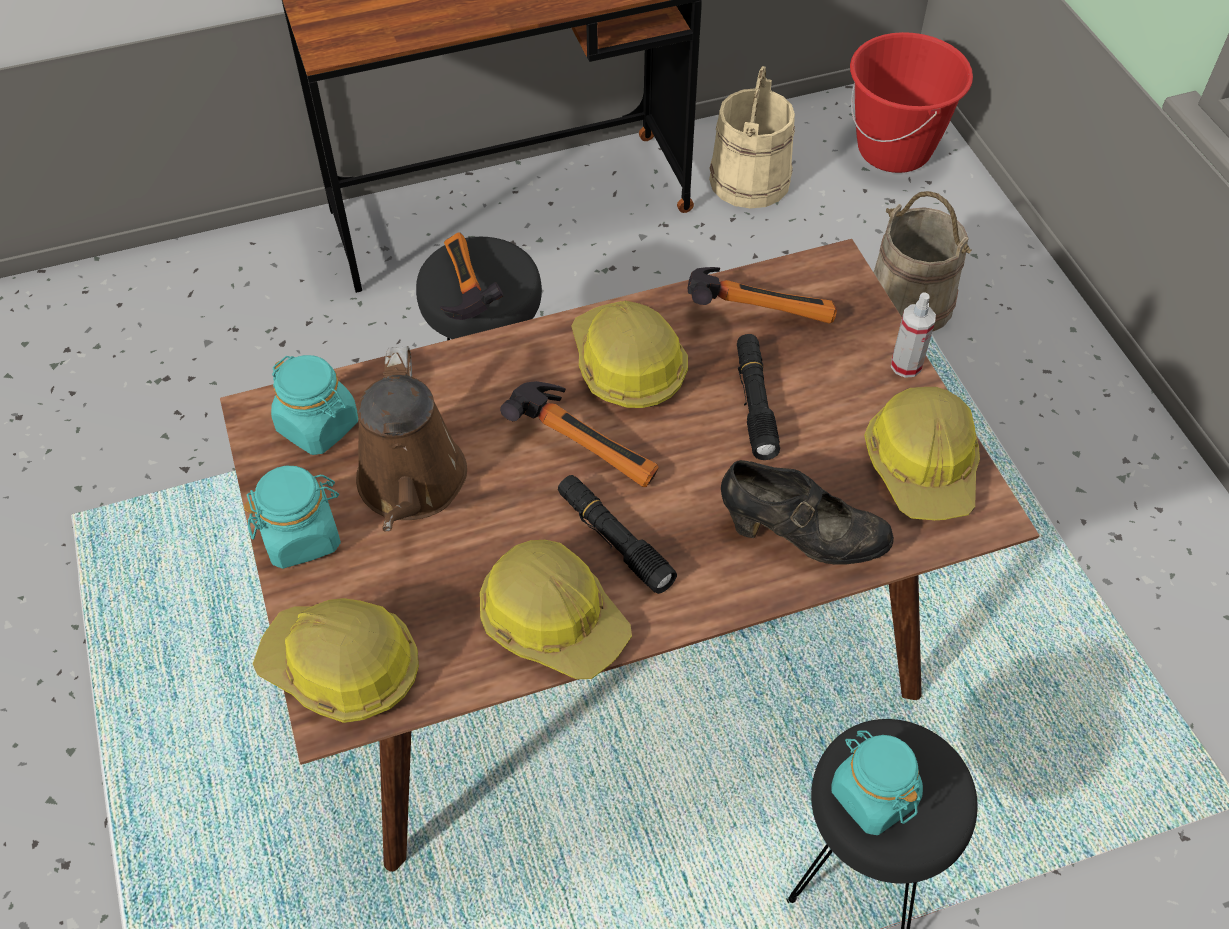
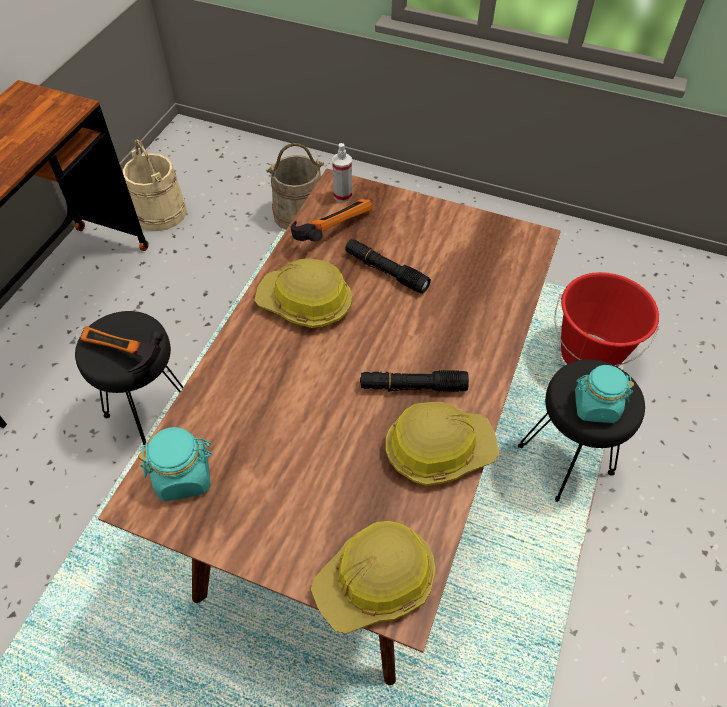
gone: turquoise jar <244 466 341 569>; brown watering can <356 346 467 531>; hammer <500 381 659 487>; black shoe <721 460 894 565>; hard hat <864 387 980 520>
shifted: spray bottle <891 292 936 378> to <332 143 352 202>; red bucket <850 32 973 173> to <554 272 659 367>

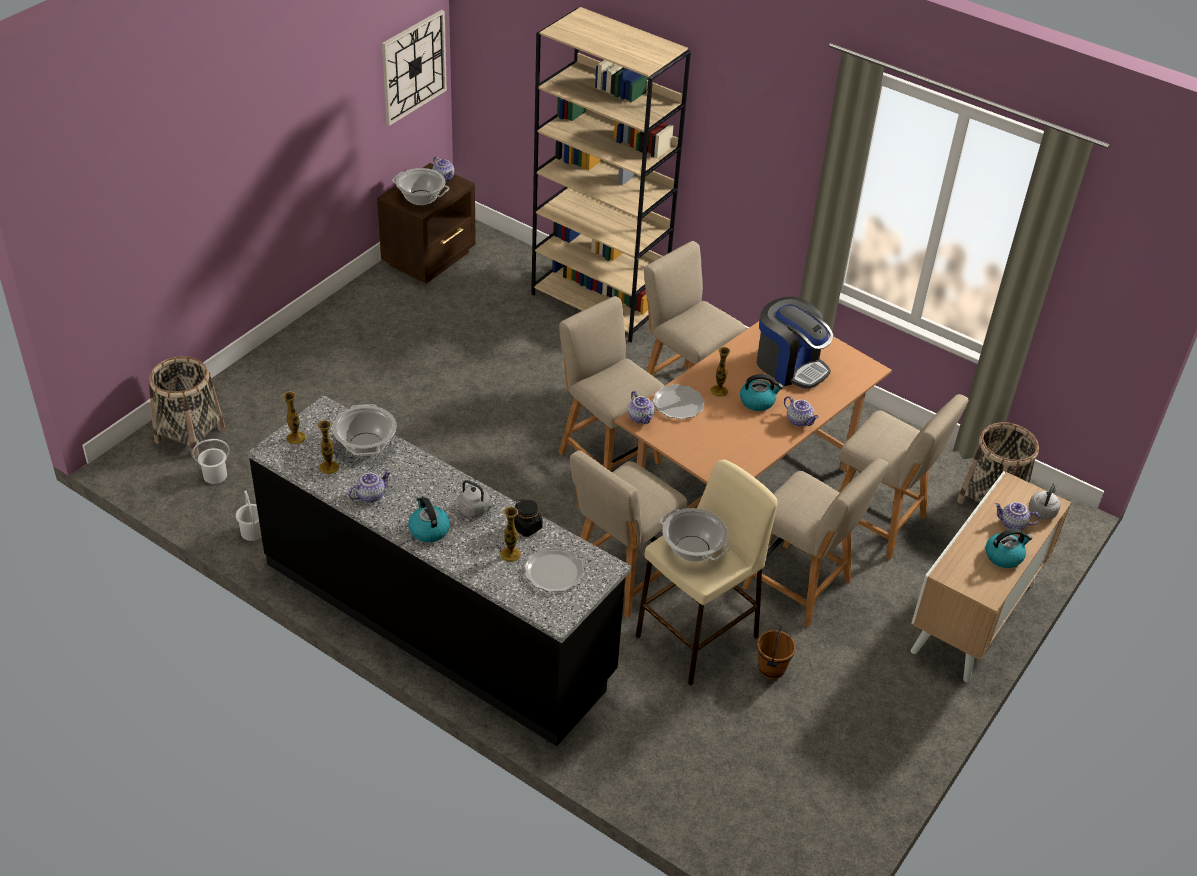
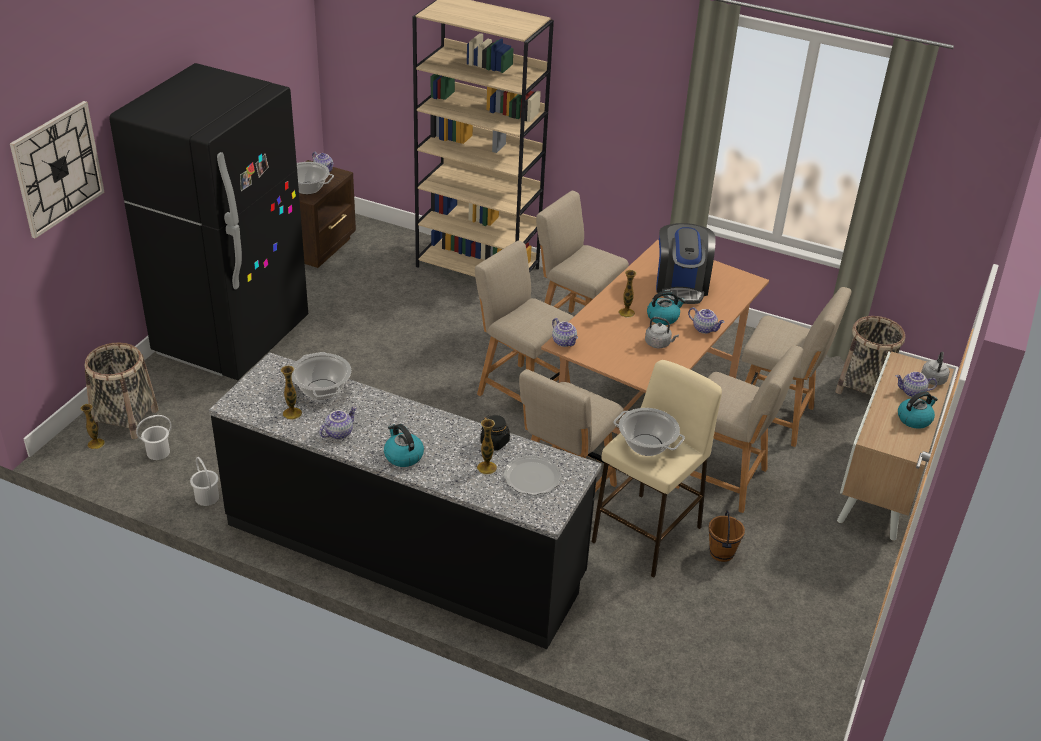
gone: plate <653 384 705 419>
new: black fridge <109 63 308 380>
shifted: wall clock <382 10 447 126> to <10 101 104 239>; vase <282 391 306 444> to <80 404 105 449>; grey kettle <458 480 494 517> to <645 317 679 348>
rotated: coffee machine <756 296 833 389> = <656 223 716 304> 60 degrees clockwise

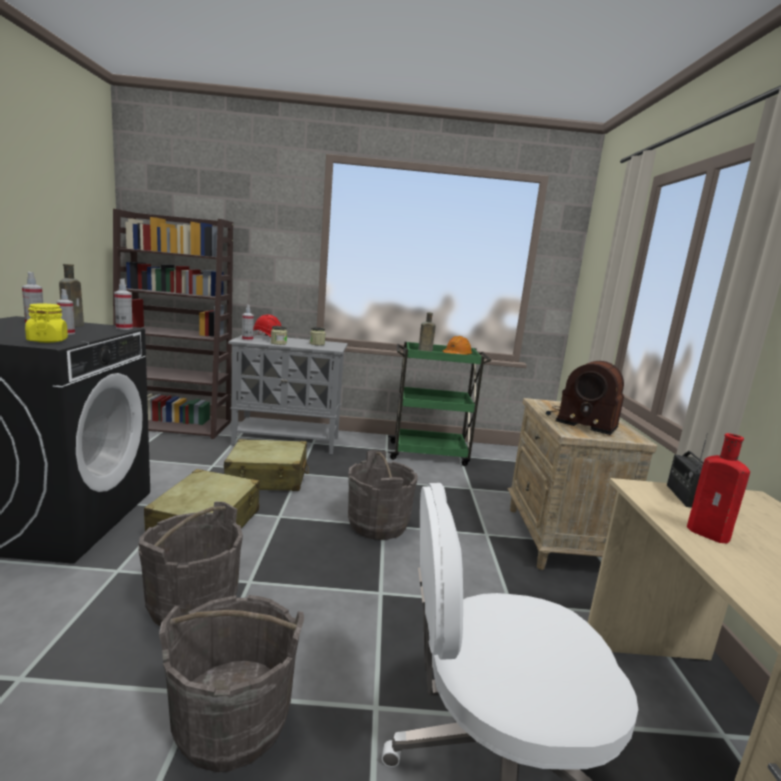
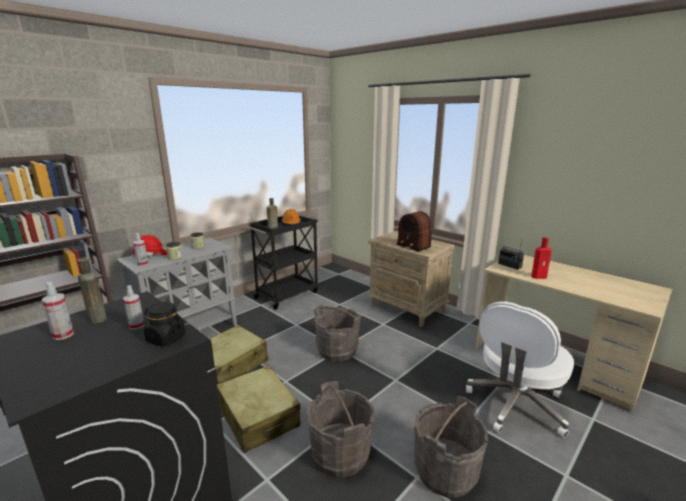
gone: spray bottle <114 279 133 330>
repainted: yellow jar <25 304 68 343> to black jar <144 302 186 346>; green cart <388 342 491 466> to black cart <247 215 319 310>
rotated: radio <546 361 624 435> = <396 211 432 252> 60 degrees clockwise

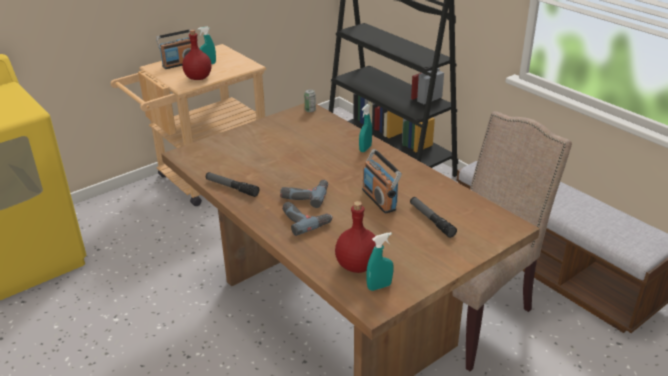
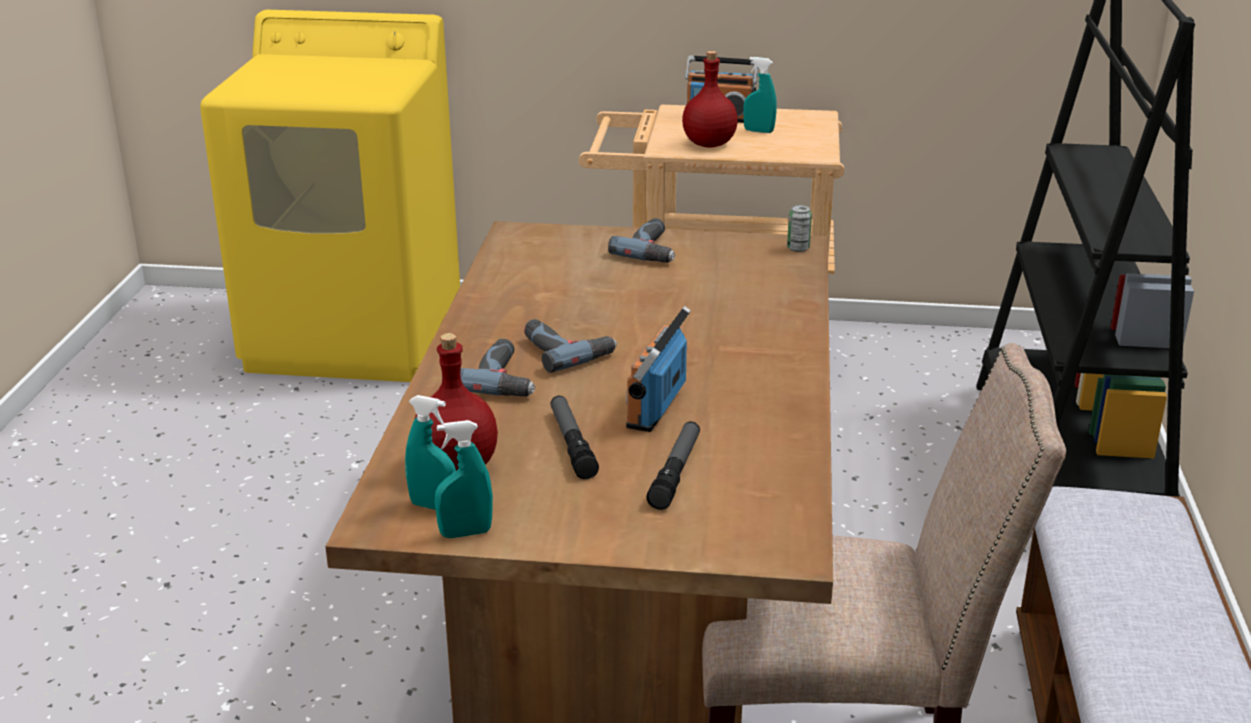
new: power drill <608 218 676 263>
shifted: turquoise spray bottle <359 104 372 152> to <435 420 493 538>; flashlight <206 172 259 197> to <550 396 599 479>

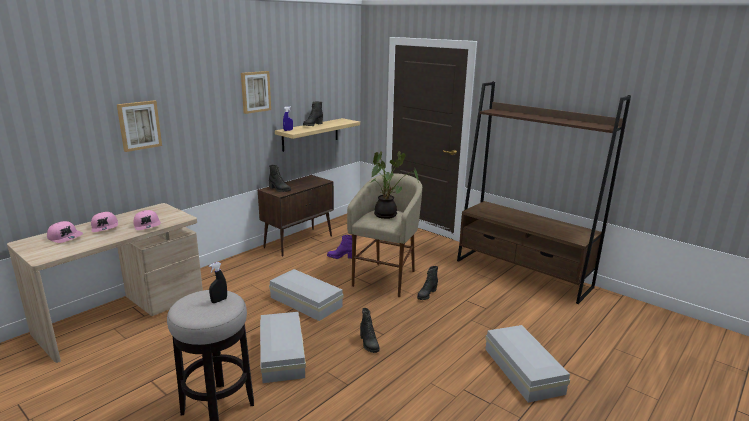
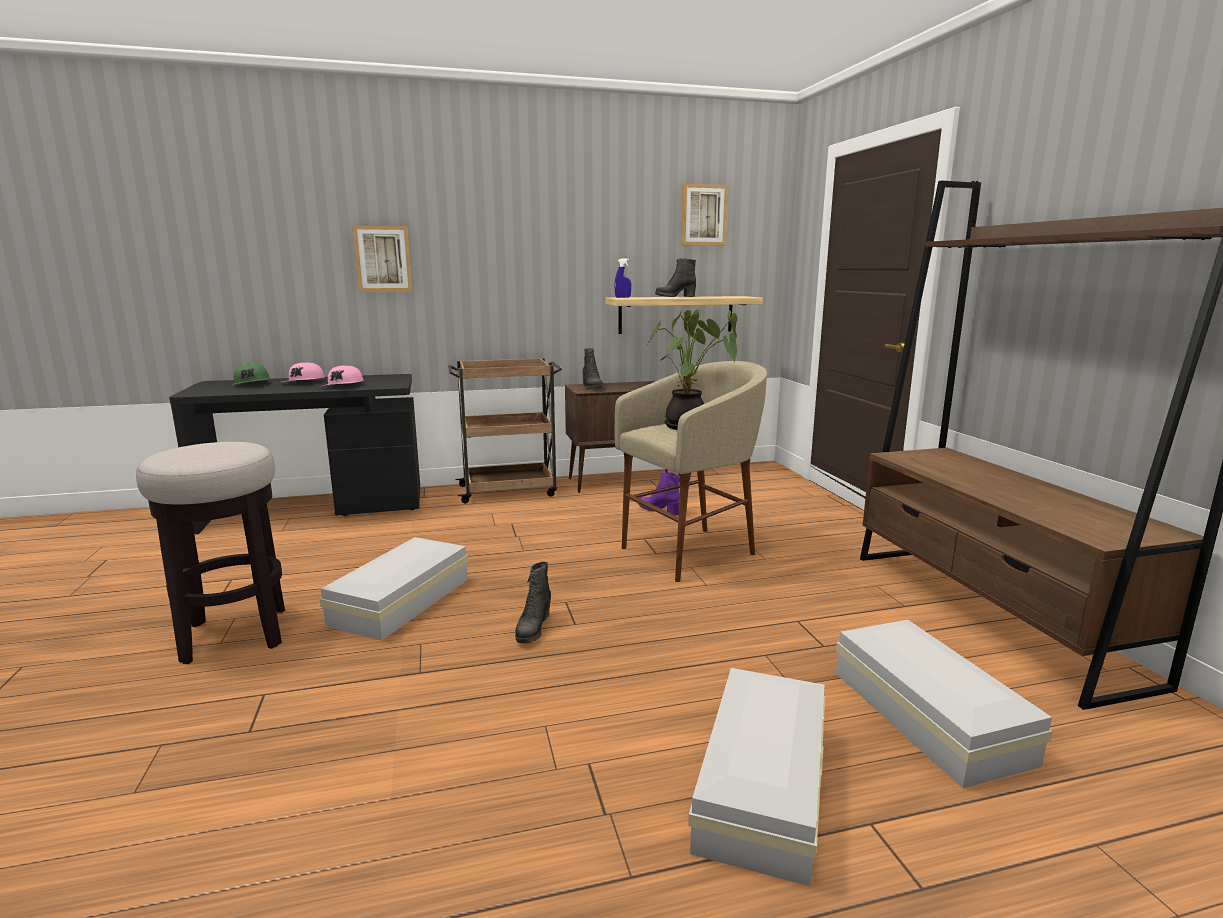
gone: black spray bottle <209 262 227 303>; black boot <417 266 438 300>
new: brown cart <448 358 562 504>
shifted: picture <241 71 271 114> to <681 184 728 246>; white storage box <269 269 344 321> to <836 620 1053 788>
repainted: beige desk <7 203 203 363> to black desk <169 374 420 534>; pink cap <47 221 83 243> to green cap <233 363 270 385>

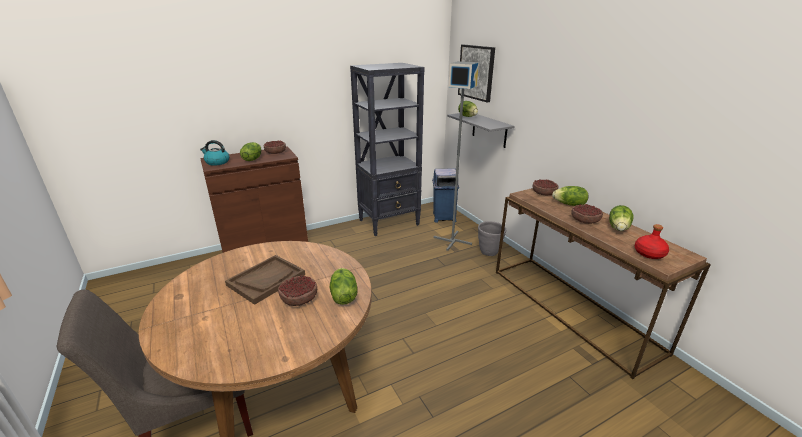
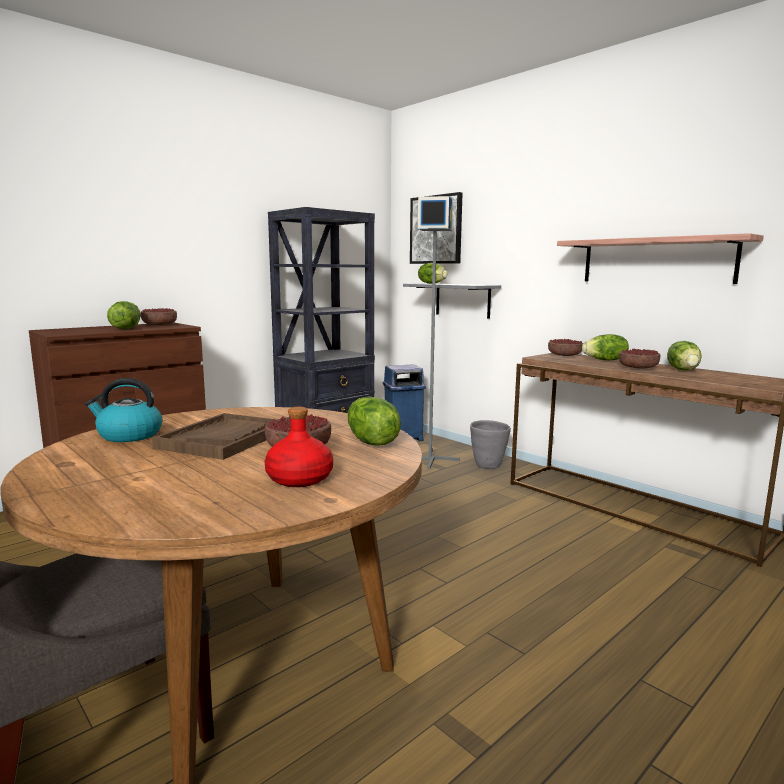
new: shelf <557 233 764 284>
shifted: kettle <200 140 230 166> to <85 378 163 442>; red bottle <635 224 669 259> to <264 407 333 487>

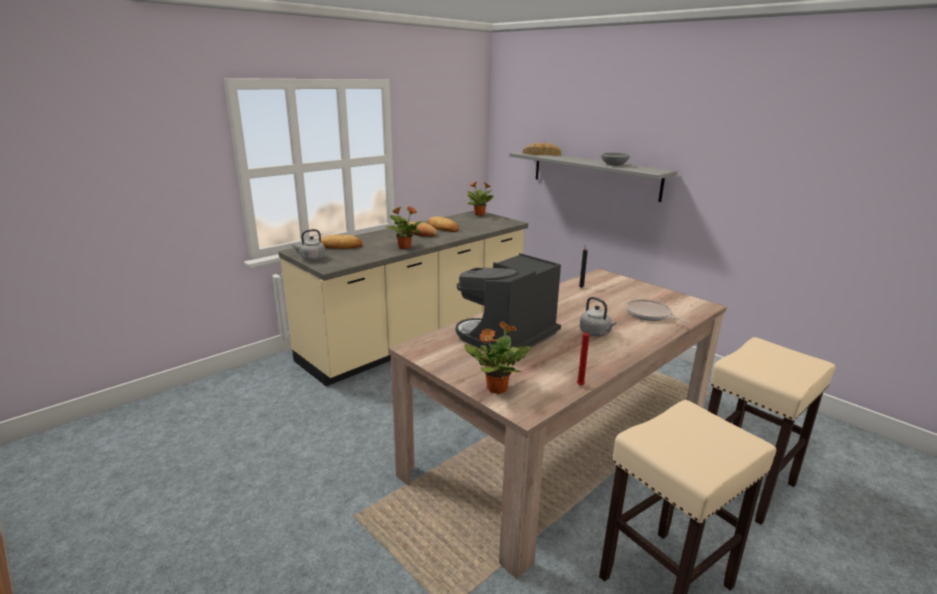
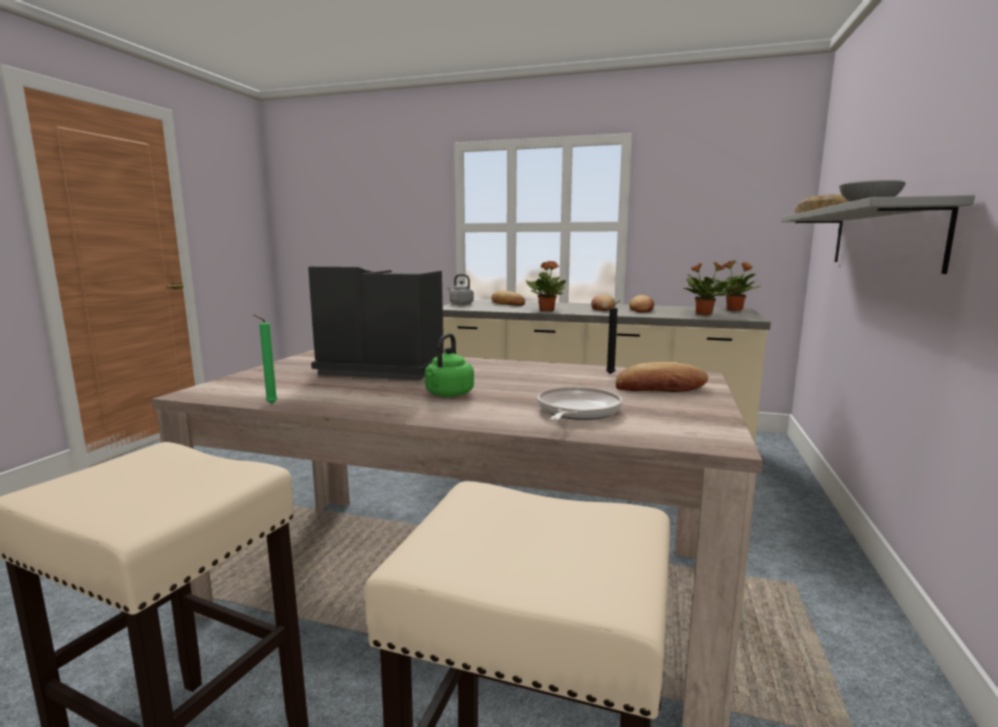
new: bread <616 362 708 392>
shifted: potted plant <464 321 531 394> to <684 262 728 315>
repainted: red candle <577 331 590 386> to green candle <253 315 278 404>; grey kettle <579 297 616 337> to green kettle <425 333 474 397>

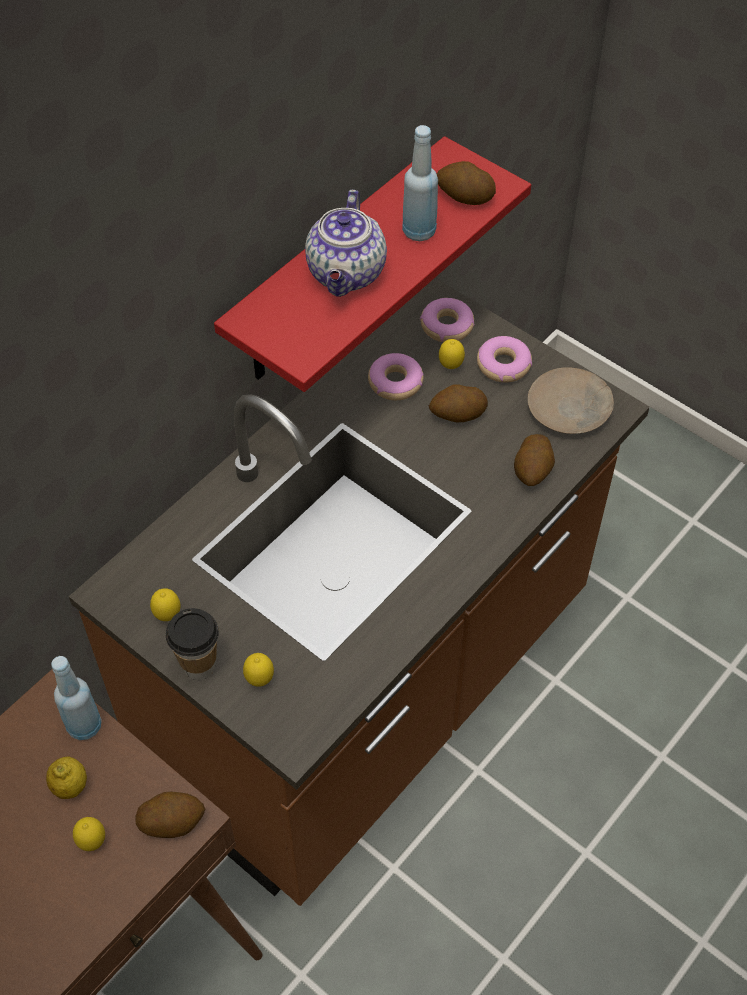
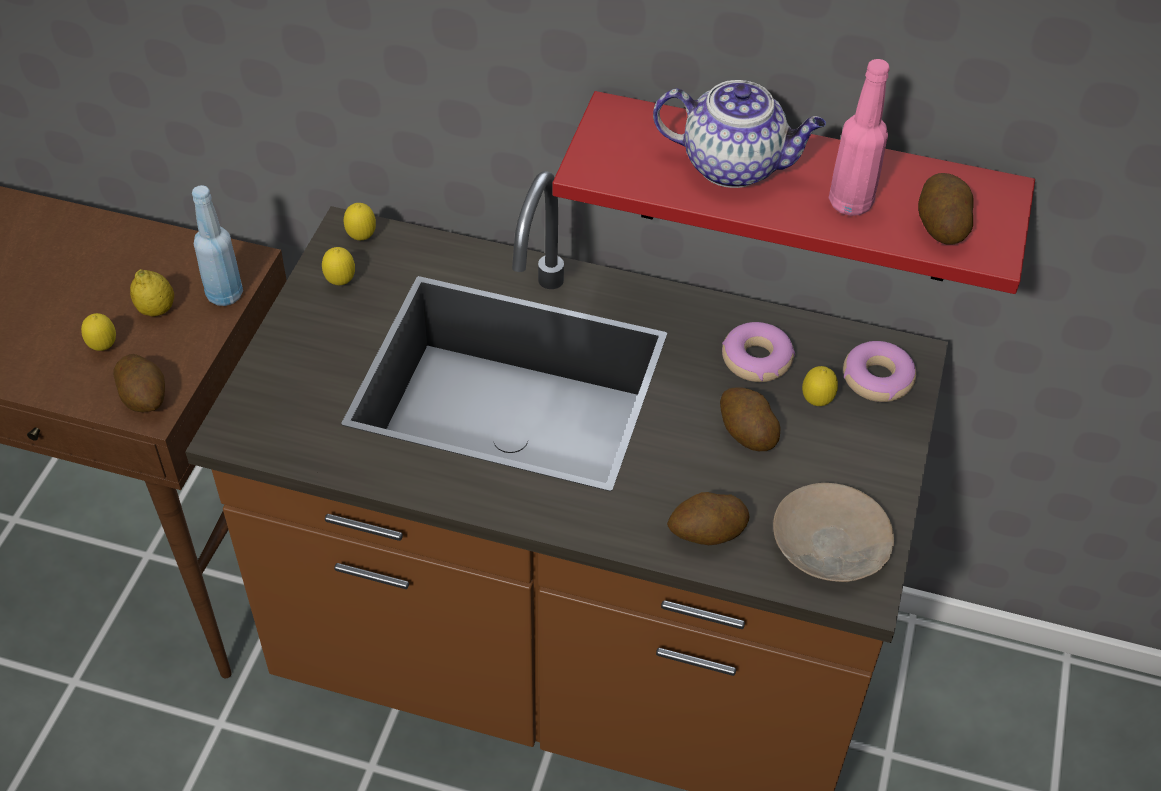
gone: cup <166 608 219 680>; donut <477 336 532 382>
shifted: lemon <243 653 274 687> to <344 203 376 240>
repainted: blue bottle <402 125 438 241> to pink bottle <829 59 890 216>
rotated: teapot <305 190 387 297> = <653 80 826 188> 150 degrees counterclockwise

